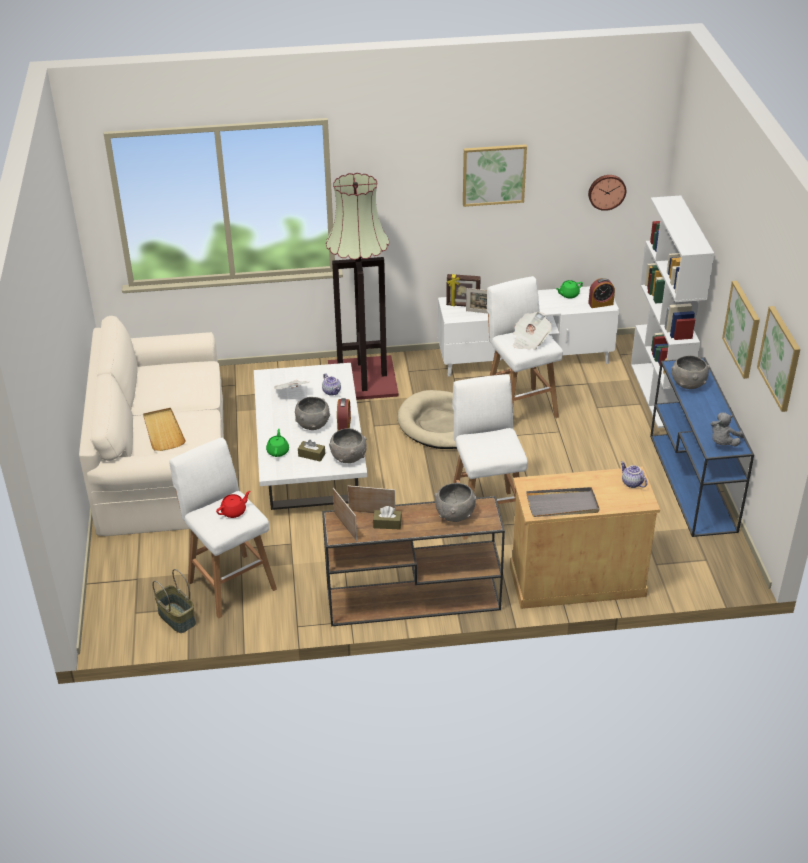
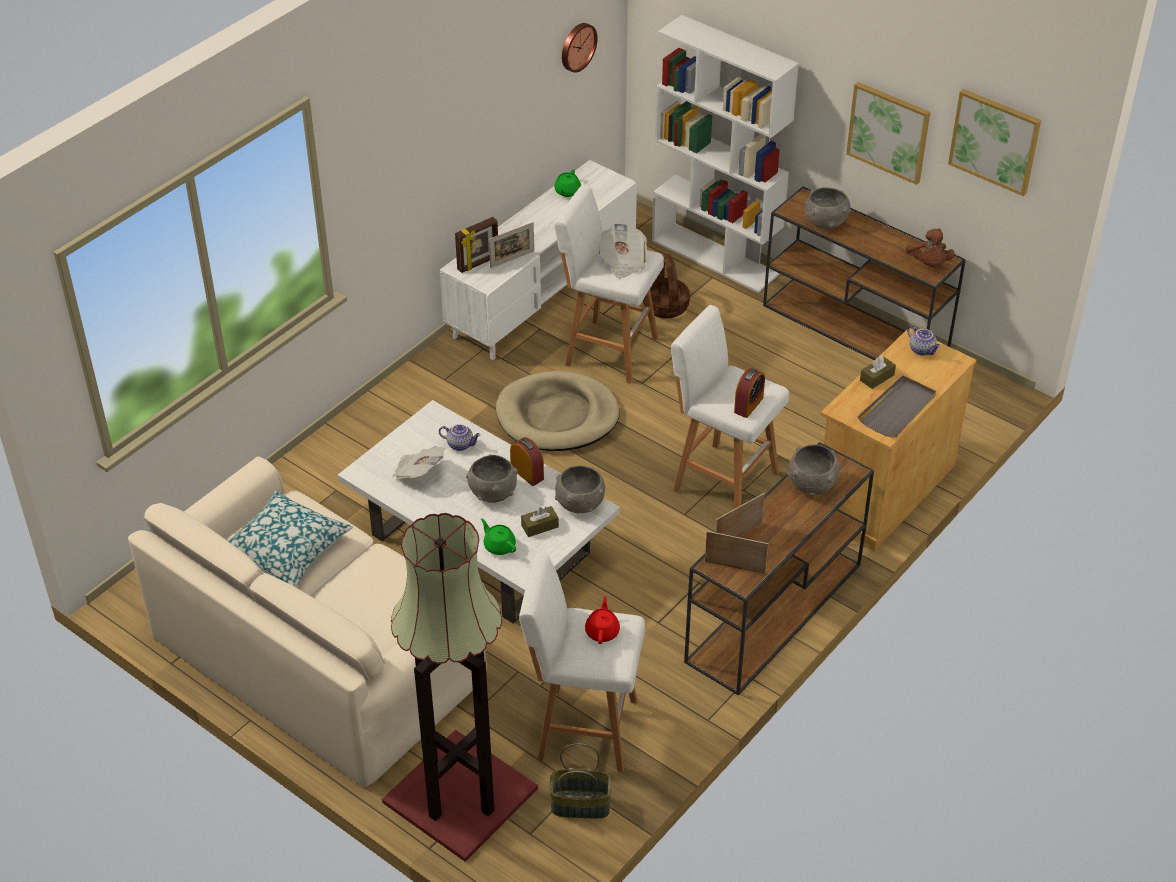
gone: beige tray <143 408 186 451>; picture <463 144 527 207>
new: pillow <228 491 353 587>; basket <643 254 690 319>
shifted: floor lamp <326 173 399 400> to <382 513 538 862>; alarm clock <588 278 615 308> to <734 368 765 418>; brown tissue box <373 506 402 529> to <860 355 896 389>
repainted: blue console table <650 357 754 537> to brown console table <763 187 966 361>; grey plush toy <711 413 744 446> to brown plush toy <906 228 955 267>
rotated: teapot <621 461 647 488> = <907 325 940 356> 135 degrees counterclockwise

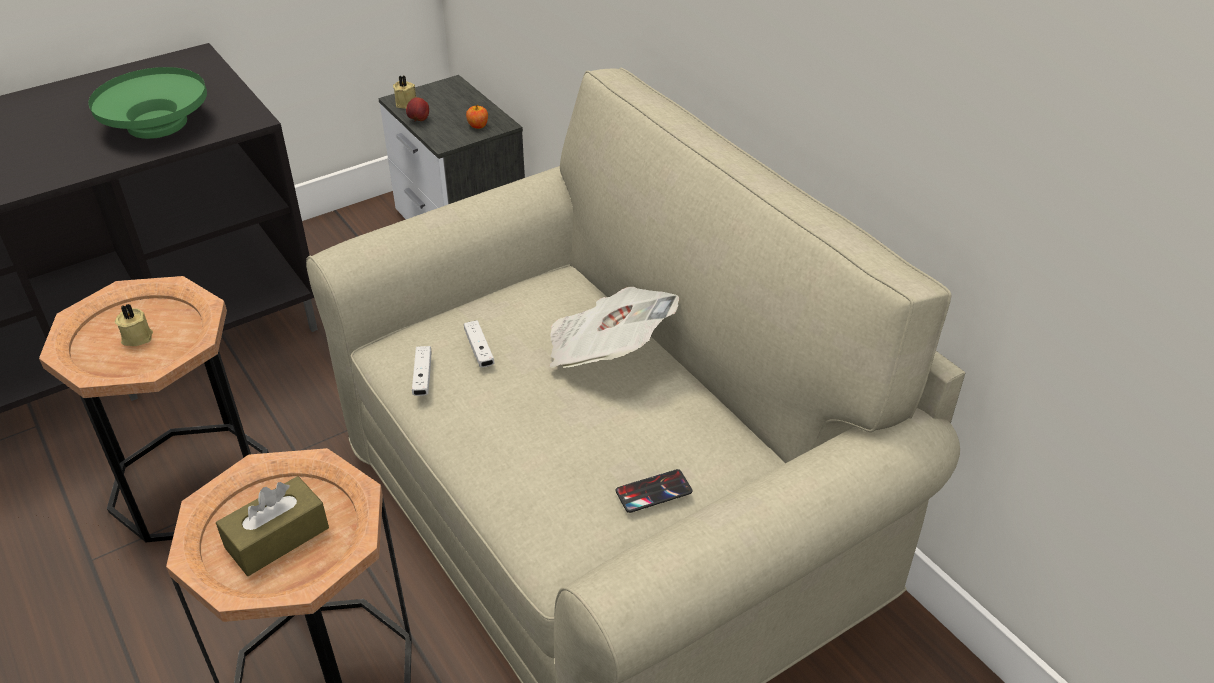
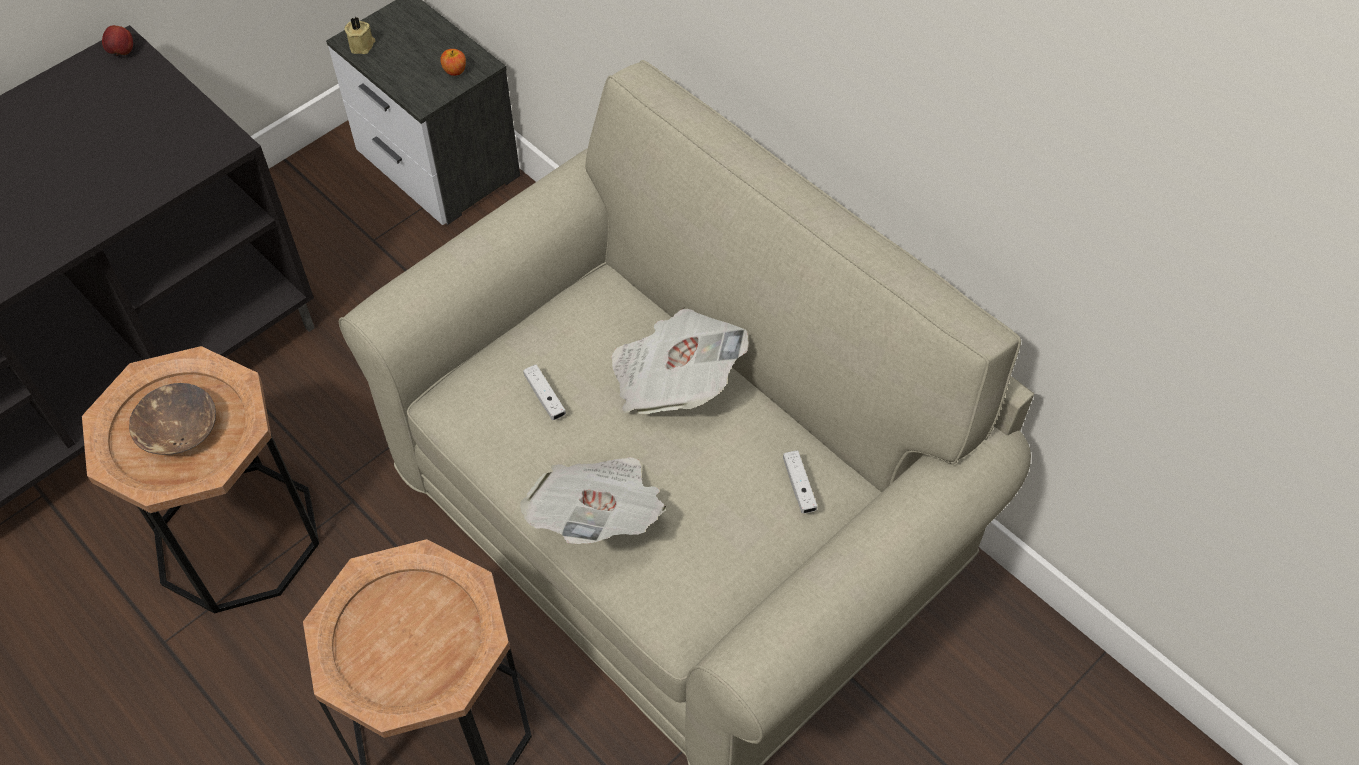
gone: green bowl <88 67 207 139>; brown tissue box <216 476 329 576>; phone <616 469 692 513>
new: newspaper <520 457 666 544>
shifted: apple <406 98 429 122> to <102 25 133 56>; white game controller <412 346 431 396> to <783 451 817 513>
swapped: beige candle <115 304 153 346> to brown bowl <129 383 216 455>

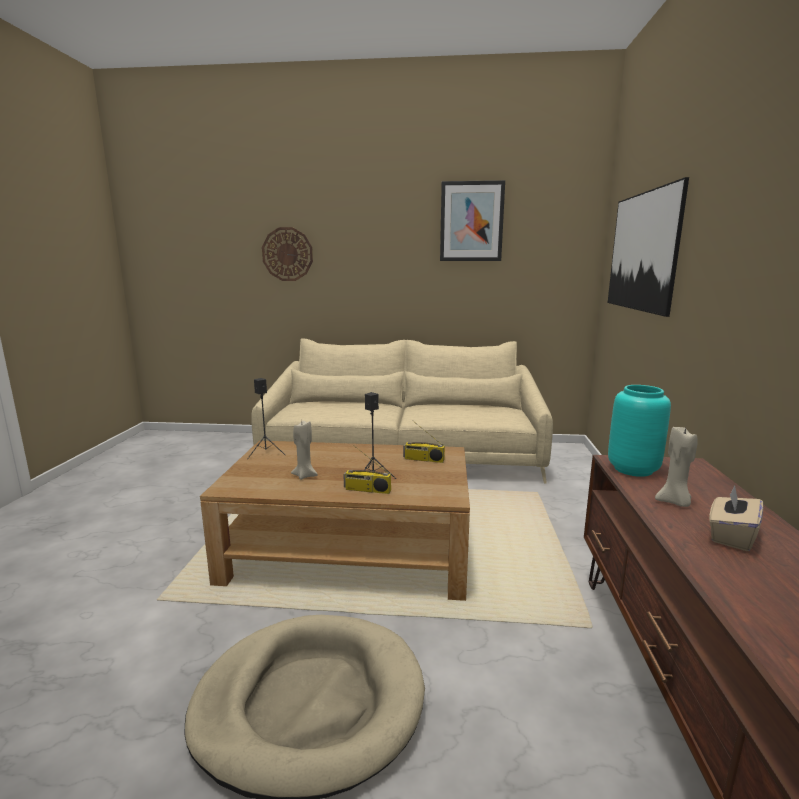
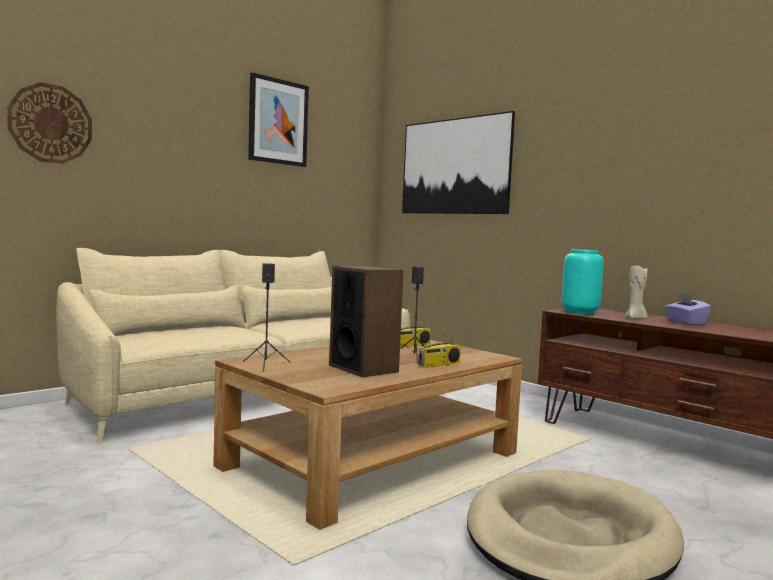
swapped: beige candle <291 421 318 480> to speaker <329 266 404 377>
repainted: beige tissue box <709 485 763 551> to purple tissue box <665 293 712 326>

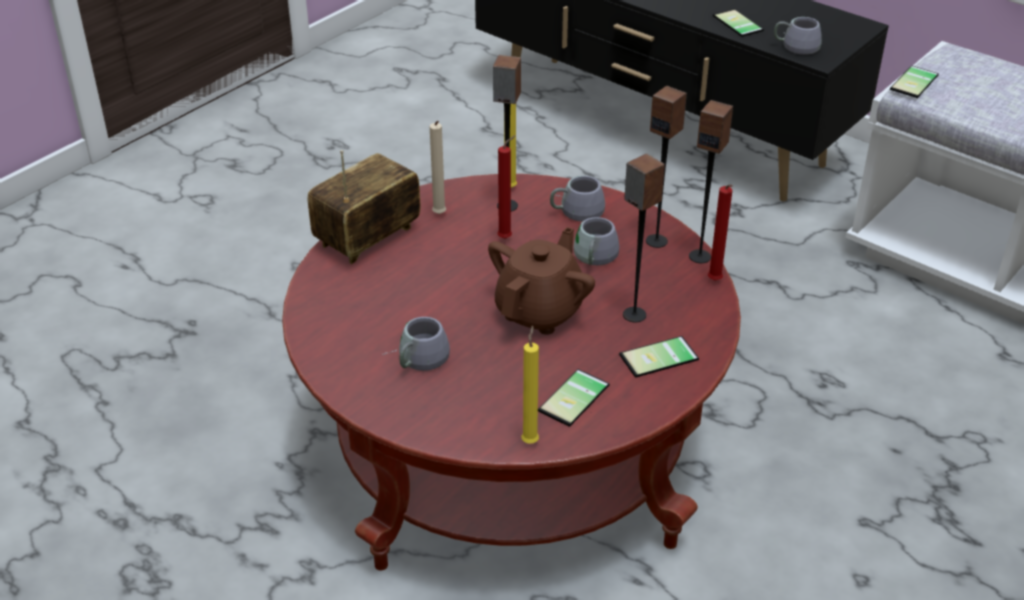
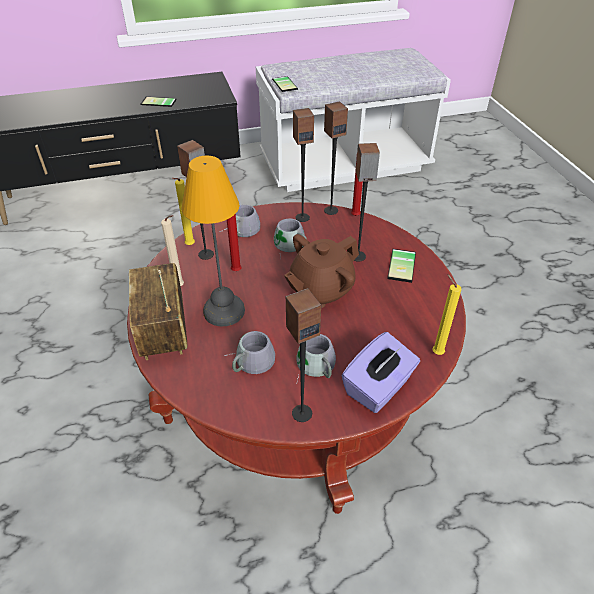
gone: phone <538 369 610 427>
new: table lamp <182 156 245 326>; speaker <286 288 321 422>; purple tissue box <342 332 420 413>
shifted: grey mug <774 17 822 55> to <224 331 275 374>
rotated: brown teapot <488 227 595 335> = <284 234 359 308> 105 degrees counterclockwise

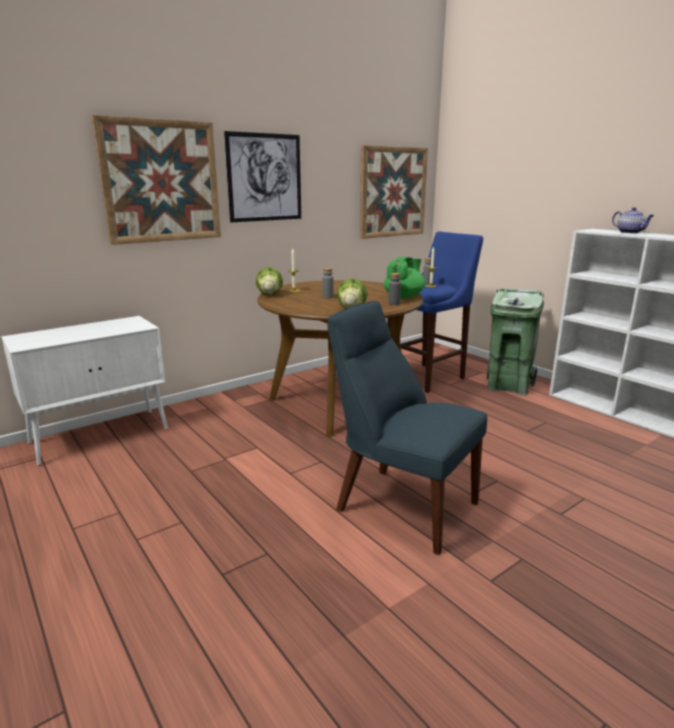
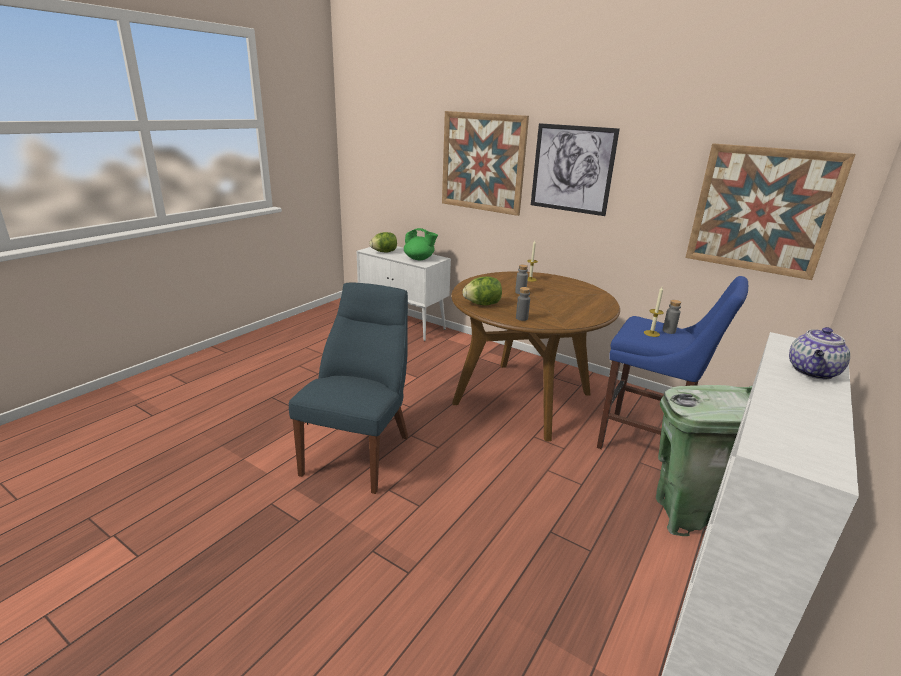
shifted: lettuce <256 267 283 295> to <369 232 397 253>; green teapot <384 257 425 299> to <404 228 438 260>

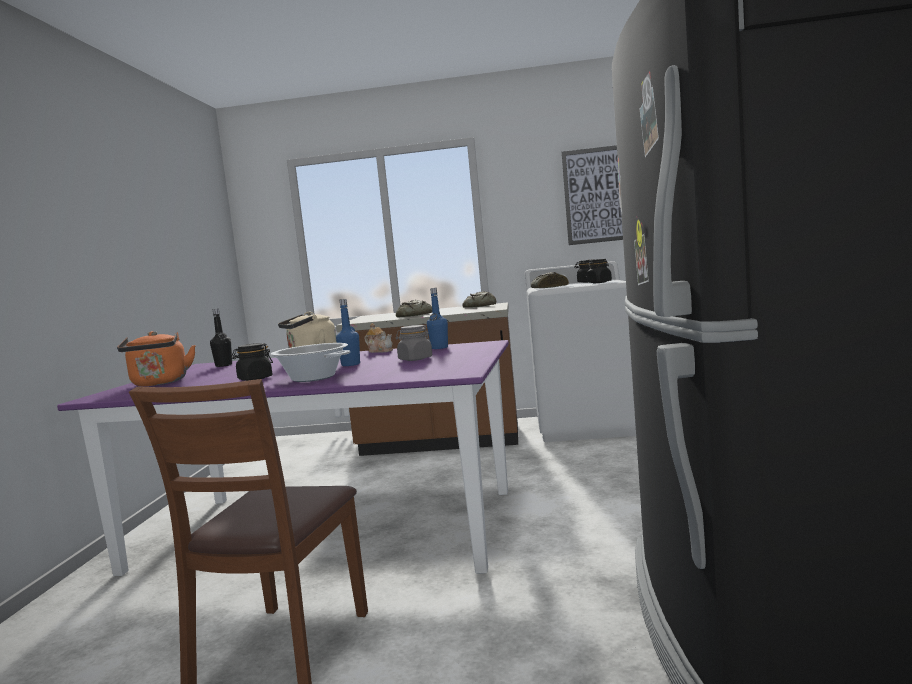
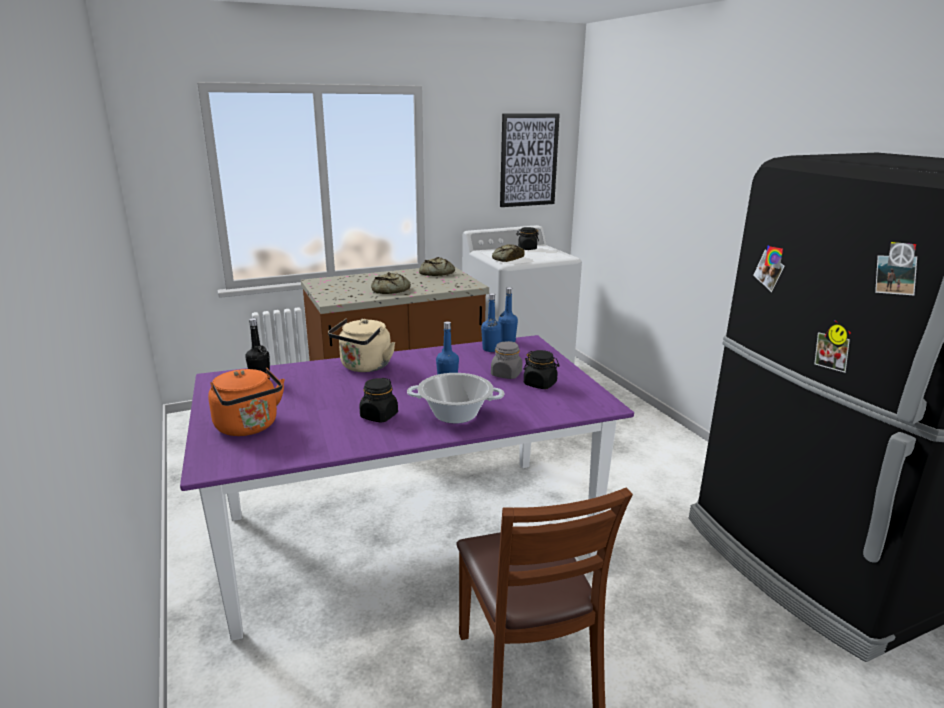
gone: teapot <365 323 393 353>
new: blue bottle <498 287 518 342>
shifted: black jar <587 259 612 283> to <524 350 560 389>

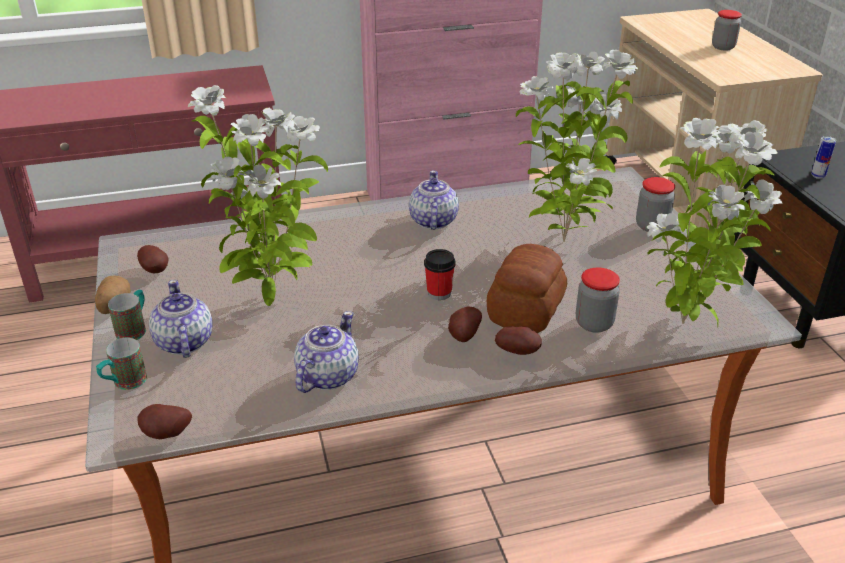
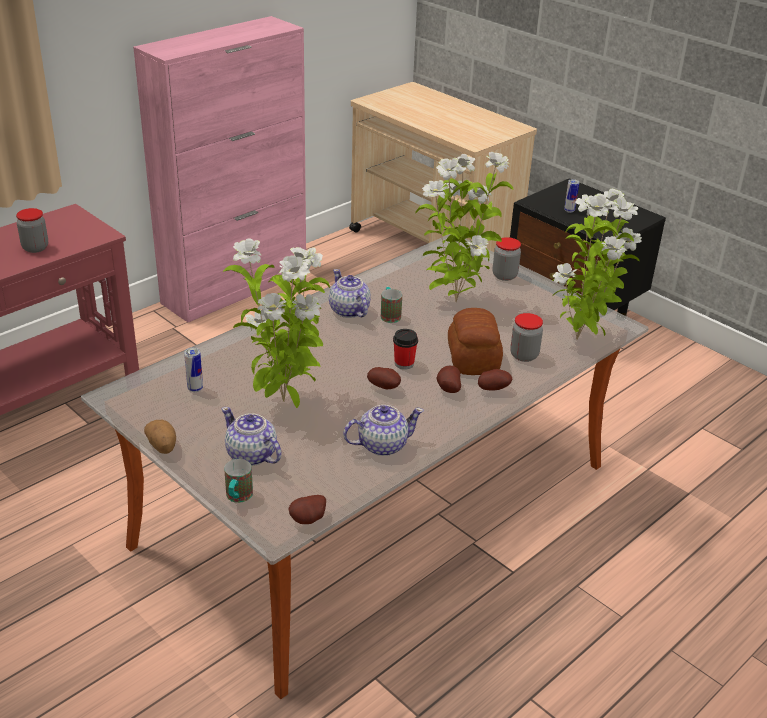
new: can <184 347 203 392>
shifted: jar <712 10 742 50> to <16 208 48 253>; potato <137 245 169 273> to <367 367 401 389>; mug <108 290 146 340> to <381 287 402 323>
rotated: teapot <294 311 359 393> = <343 405 424 456> 75 degrees clockwise

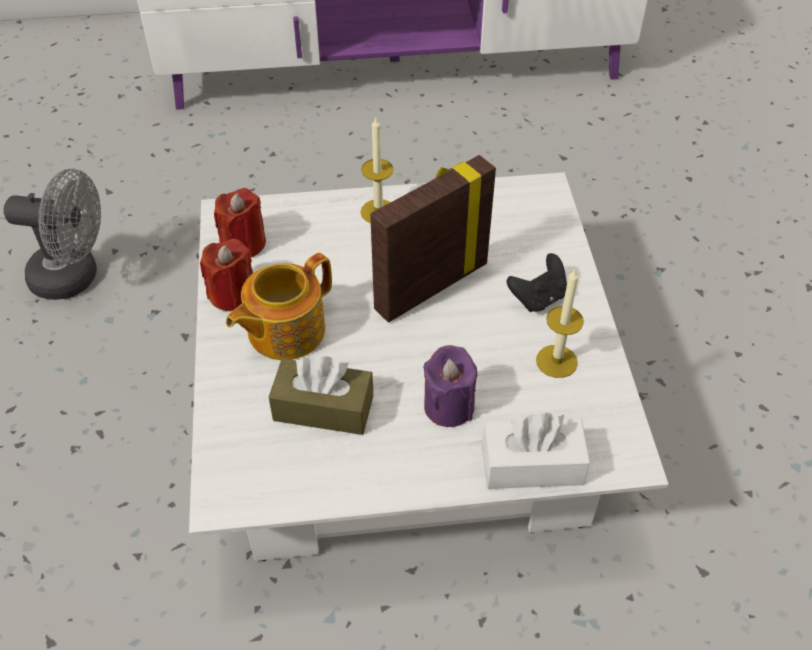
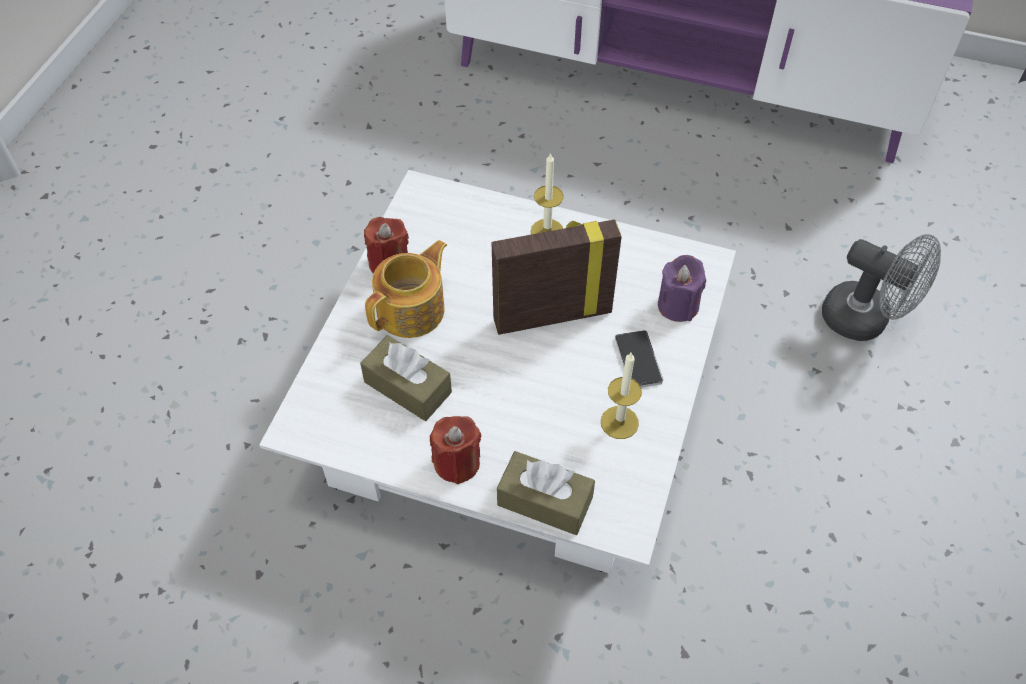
shifted: red candle <214 188 266 257> to <430 416 481 484>; purple candle <423 345 477 427> to <658 255 706 322>; grey fan <4 169 101 300> to <822 234 941 341>
swapped: black game controller <507 253 567 312> to phone <615 330 663 388>
repainted: white tissue box <482 413 590 489> to brown tissue box <497 451 595 535>
rotated: teapot <226 253 332 360> = <365 240 447 338> 150 degrees clockwise

